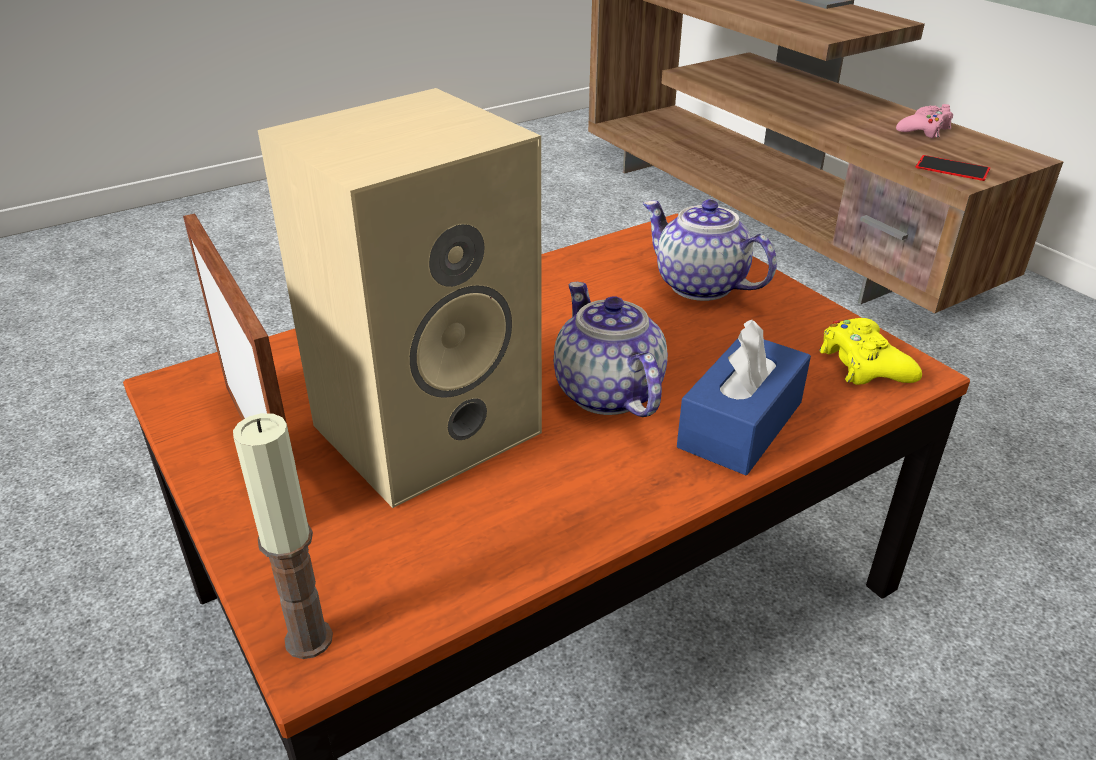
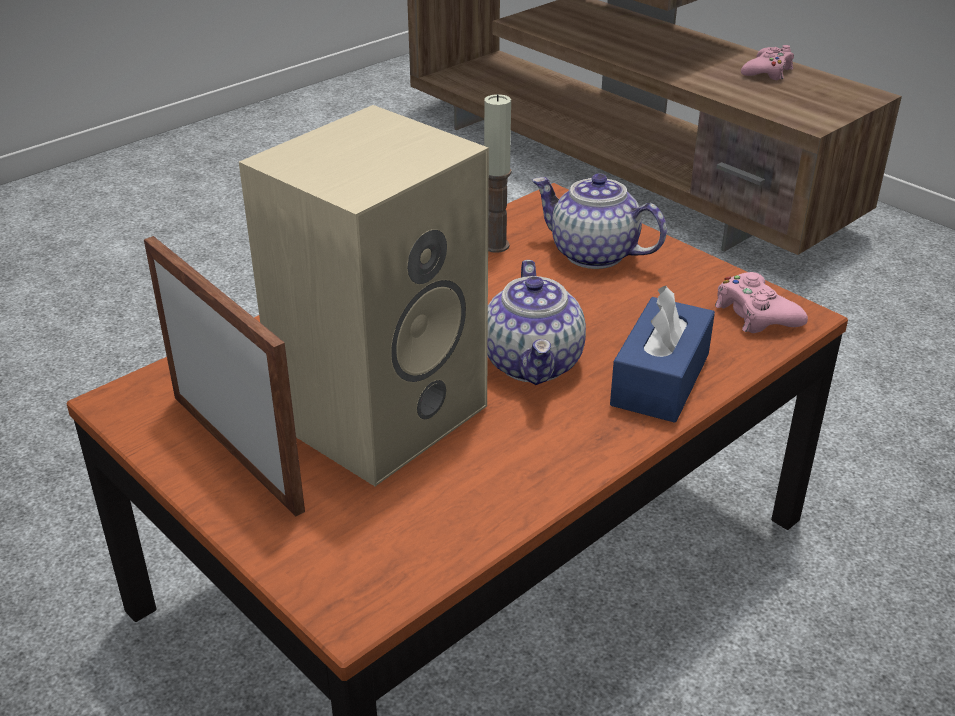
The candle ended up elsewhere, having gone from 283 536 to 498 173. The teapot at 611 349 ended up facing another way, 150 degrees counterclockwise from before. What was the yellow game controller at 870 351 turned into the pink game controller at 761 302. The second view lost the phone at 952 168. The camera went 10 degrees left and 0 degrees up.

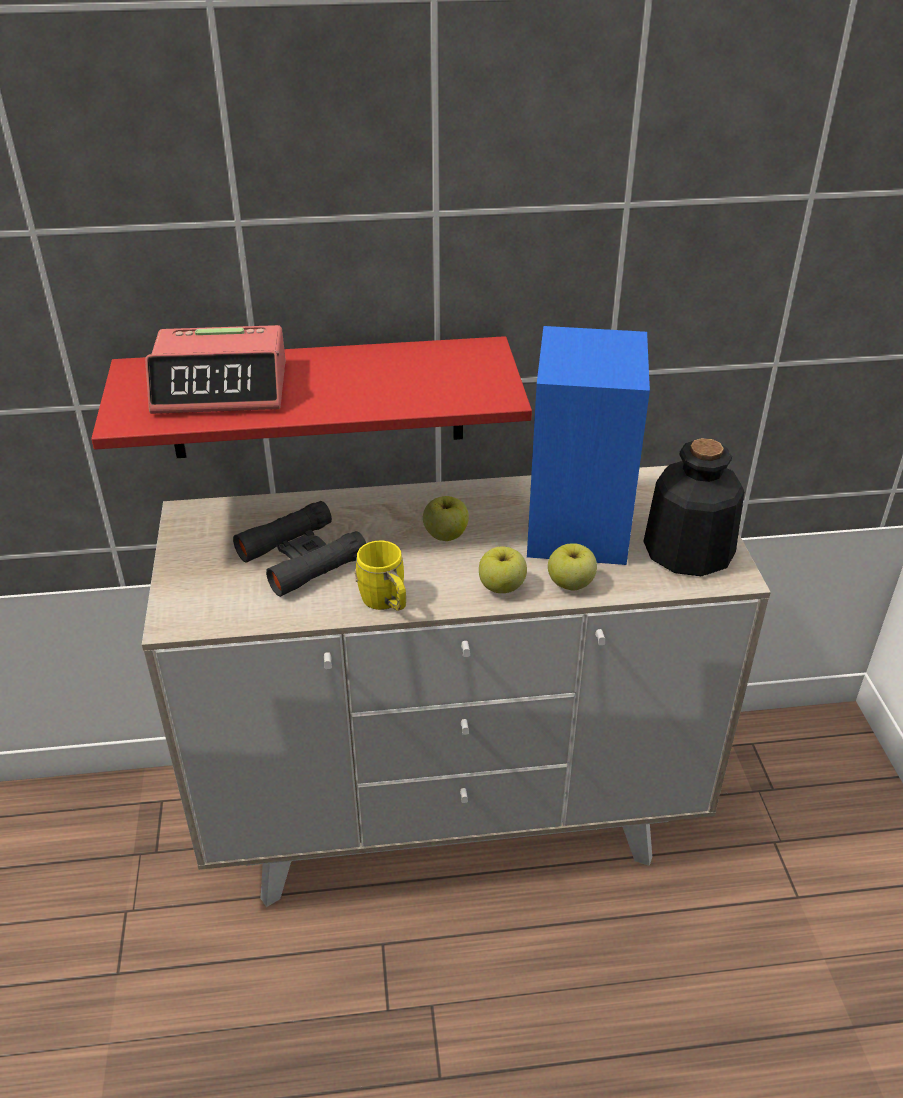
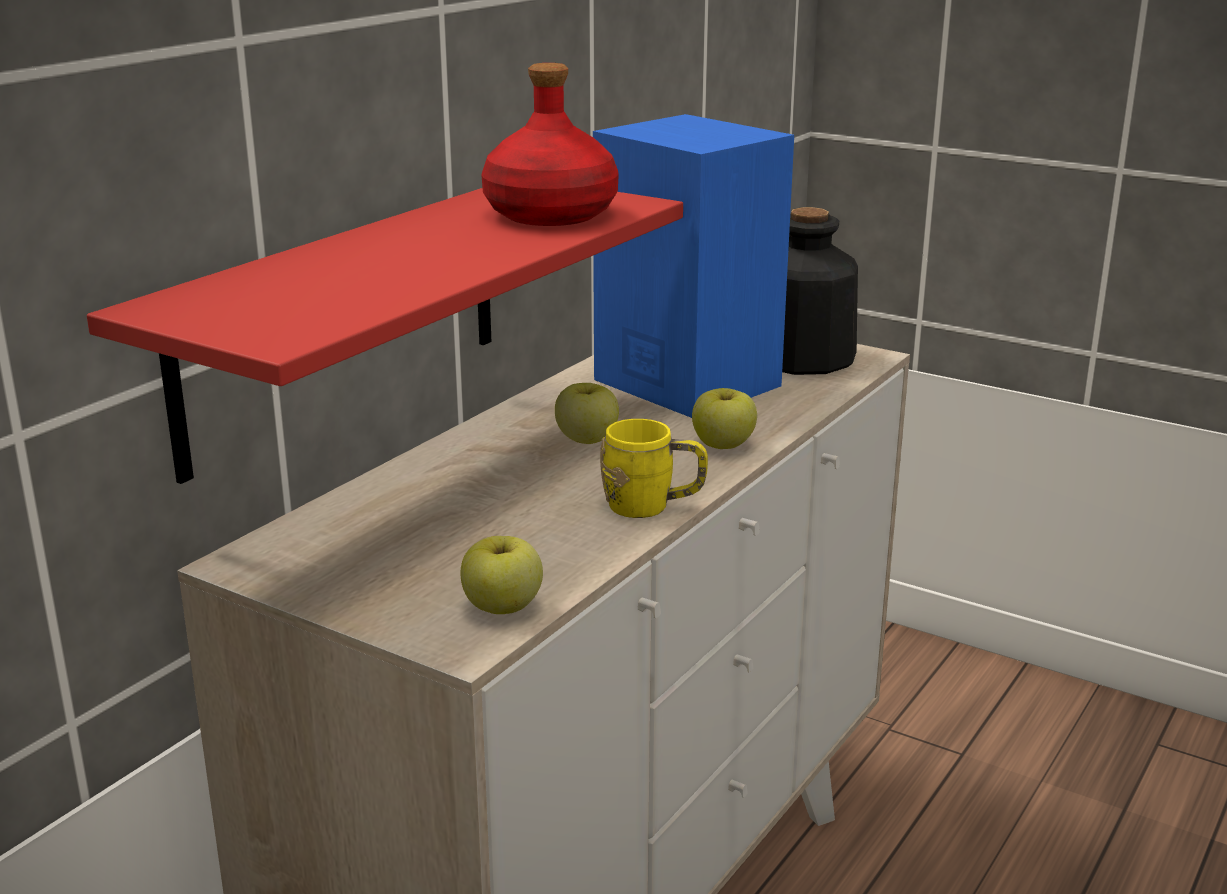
The second view lost the alarm clock at 215 369. The second view lost the black binoculars at 299 549. The apple ended up elsewhere, having gone from 572 567 to 501 575. The second view gained the red bottle at 550 144. The camera went 50 degrees left and 15 degrees down.

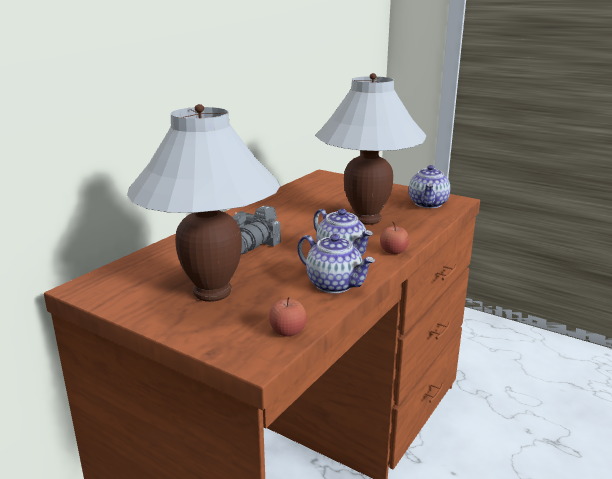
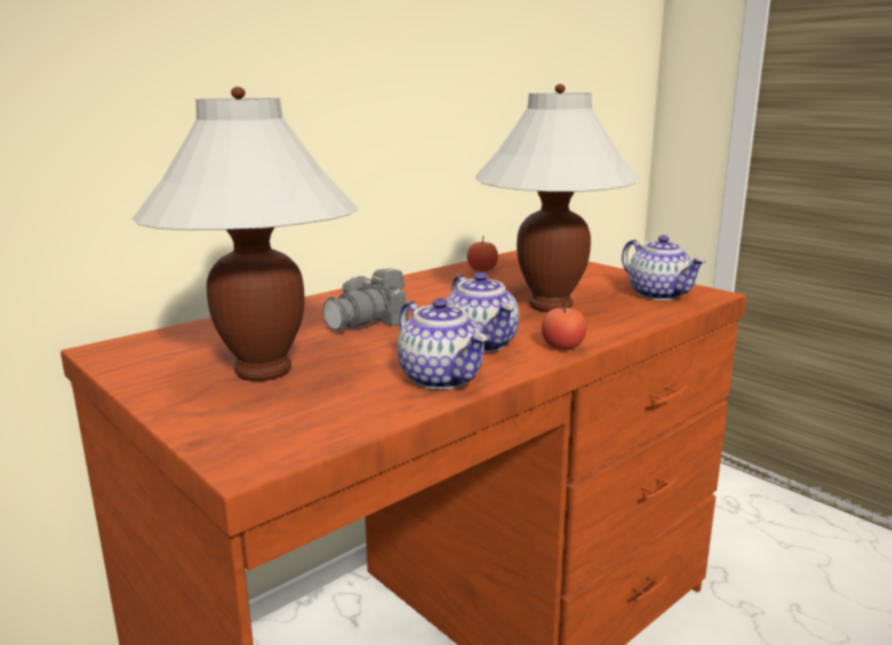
The apple ended up elsewhere, having gone from 288 316 to 482 253. The teapot at 429 186 ended up facing another way, 60 degrees counterclockwise from before. The camera went 15 degrees right and 5 degrees down.

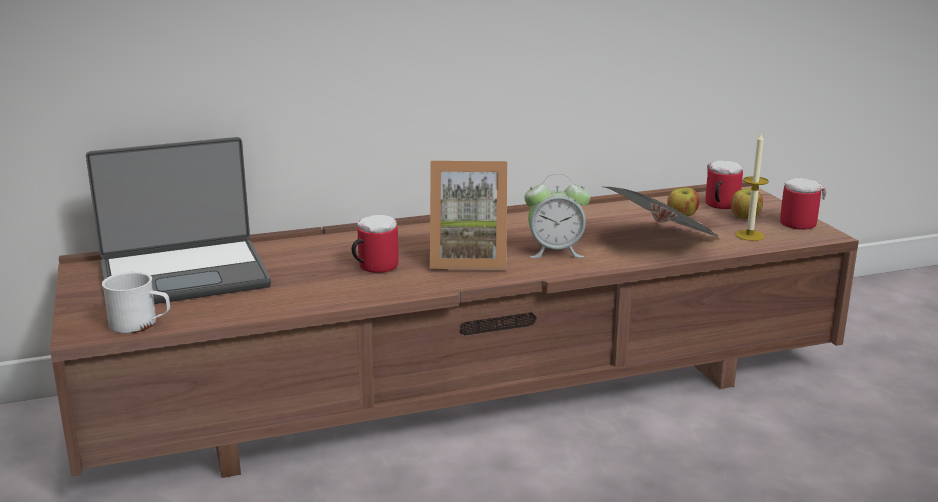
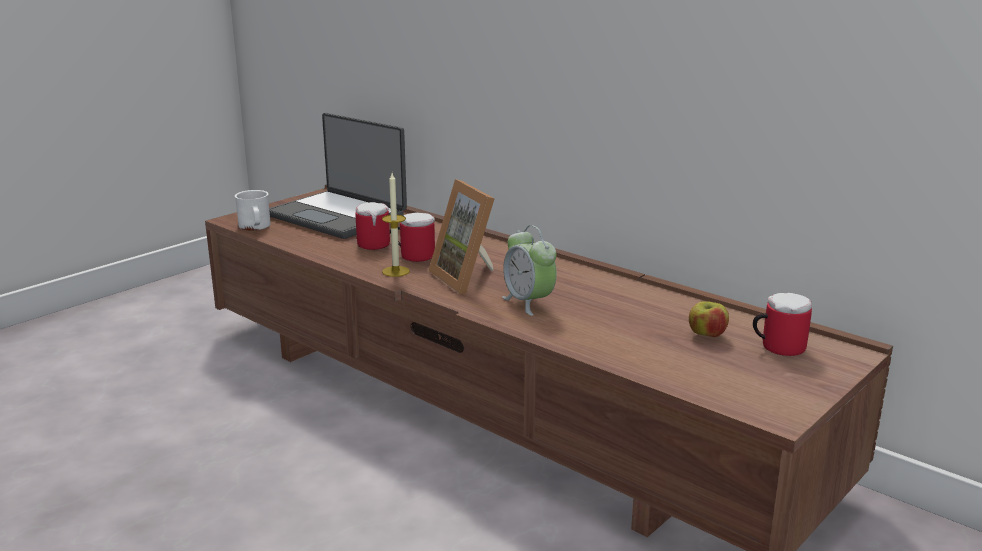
The second view lost the newspaper at 663 211. The second view lost the apple at 746 203. The candle ended up elsewhere, having gone from 752 187 to 396 225. The mug ended up elsewhere, having gone from 803 204 to 373 226. The camera went 60 degrees right and 0 degrees up.

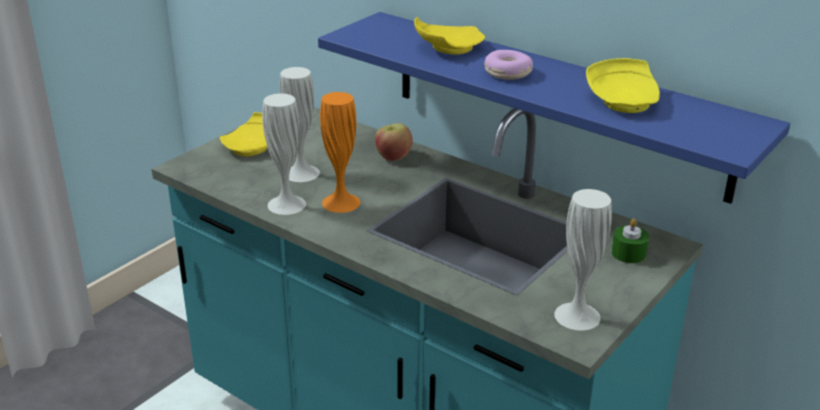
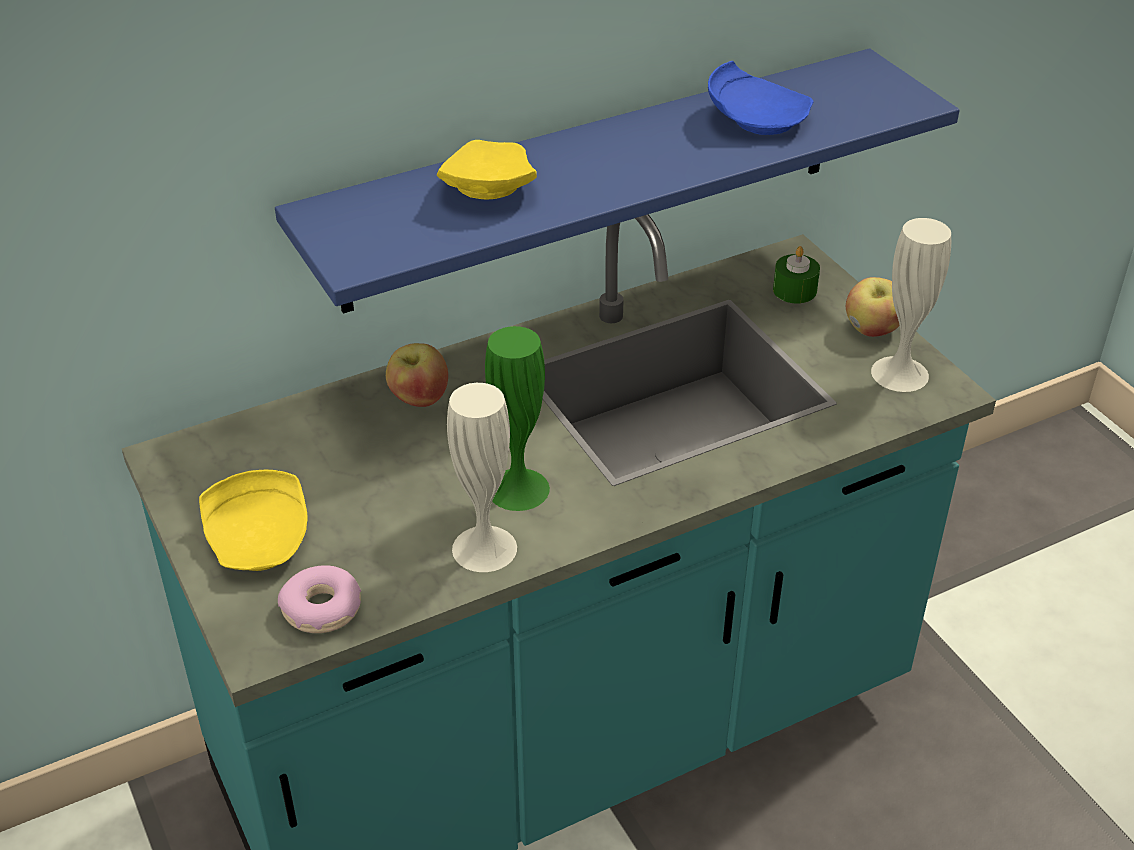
The second view lost the white vase at 299 124. What was the orange vase at 340 152 turned into the green vase at 517 418. The donut ended up elsewhere, having gone from 508 65 to 319 599. What was the yellow plate at 623 85 turned into the blue plate at 761 98. The second view gained the apple at 873 307. The camera went 65 degrees left and 10 degrees up.

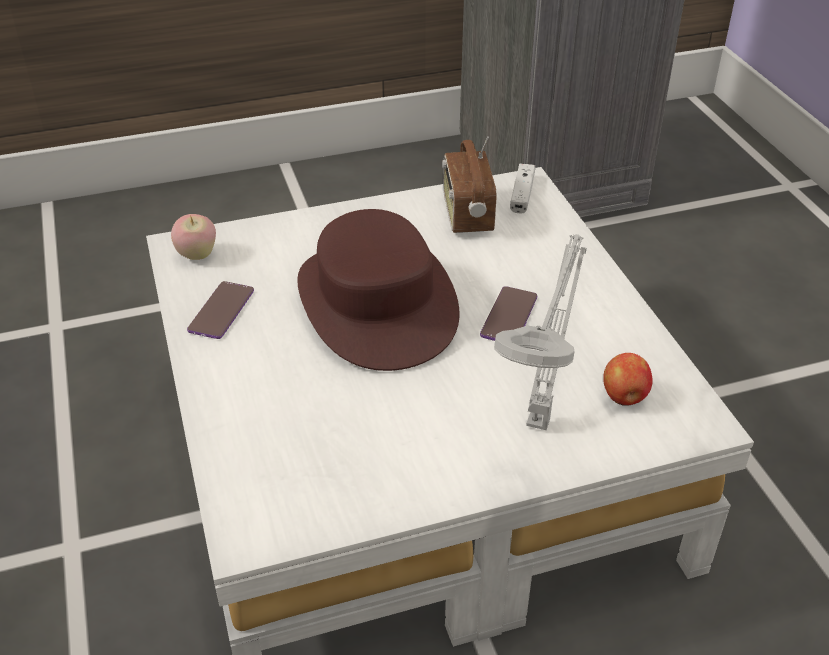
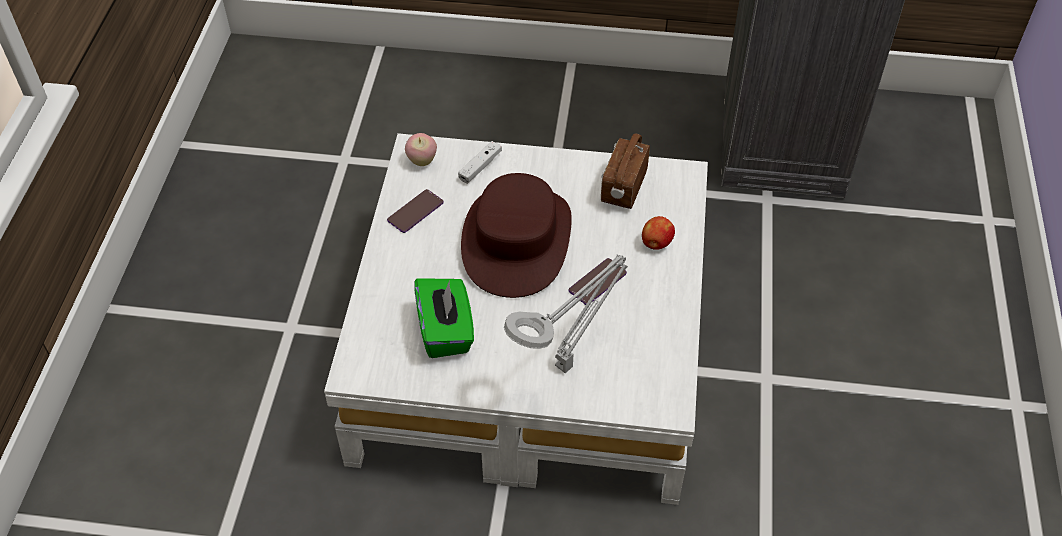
The white game controller ended up elsewhere, having gone from 522 188 to 480 162. The apple ended up elsewhere, having gone from 628 379 to 658 233. The second view gained the green tissue box at 444 318. The camera went 25 degrees right and 10 degrees up.

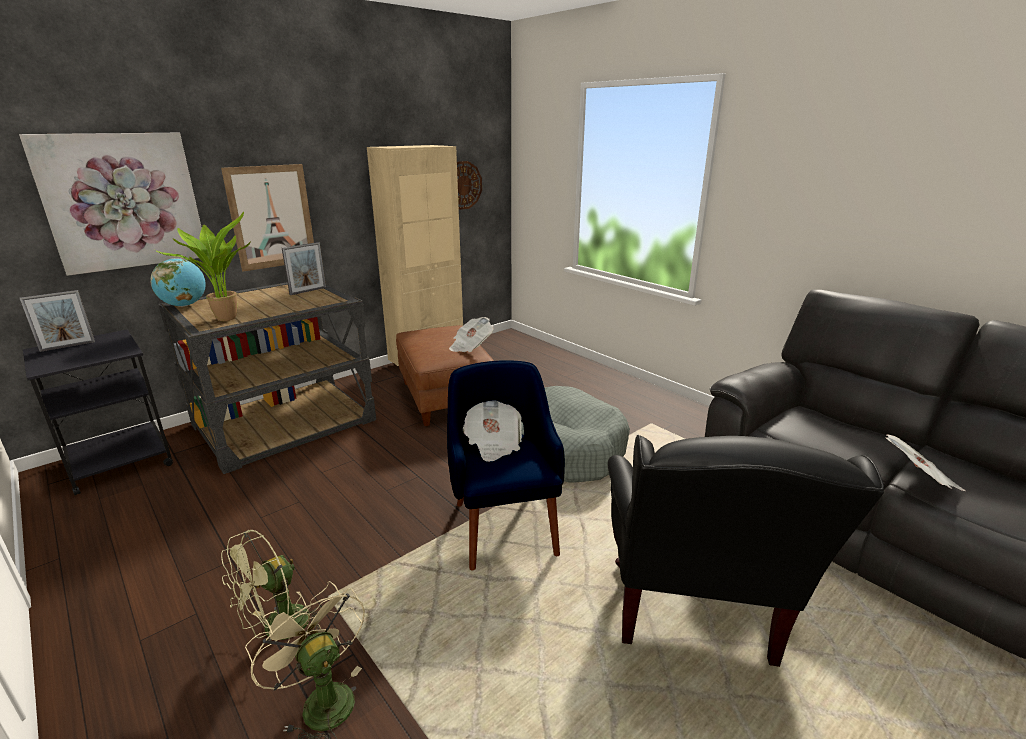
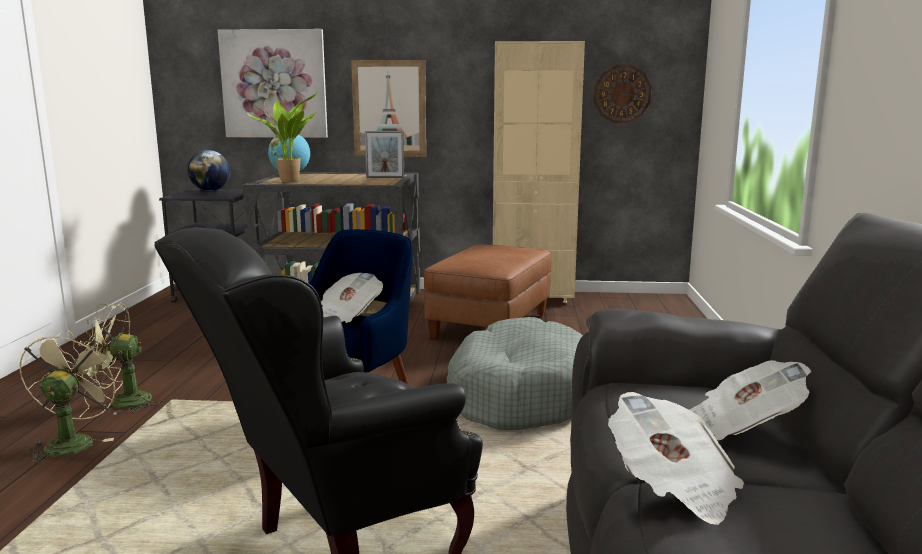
Where the picture frame stood at 57 321, the globe came to stand at 209 170. The newspaper ended up elsewhere, having gone from 471 334 to 750 400. The camera went 45 degrees right and 10 degrees down.

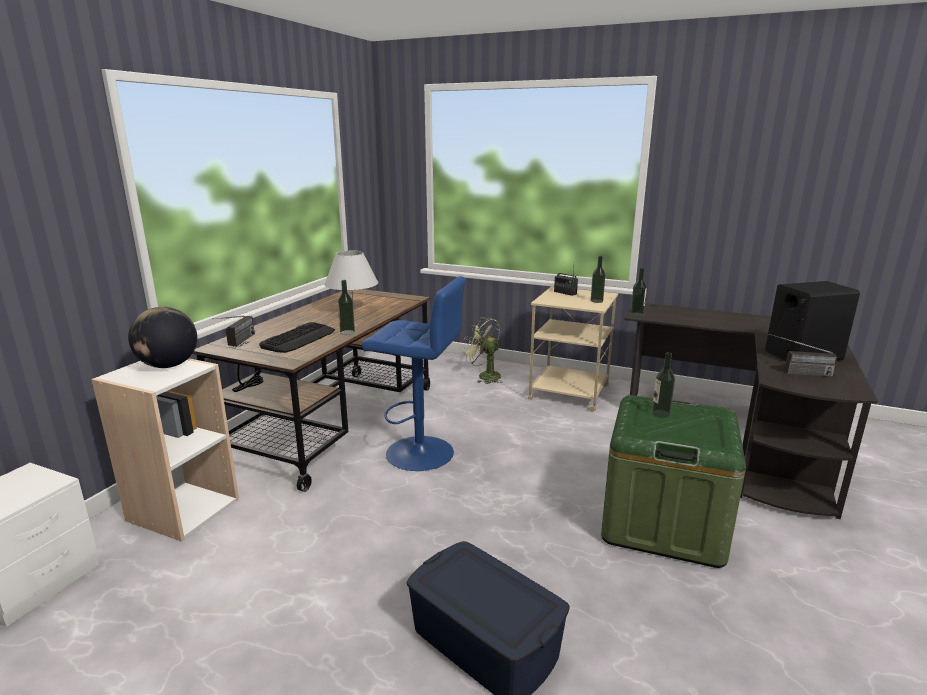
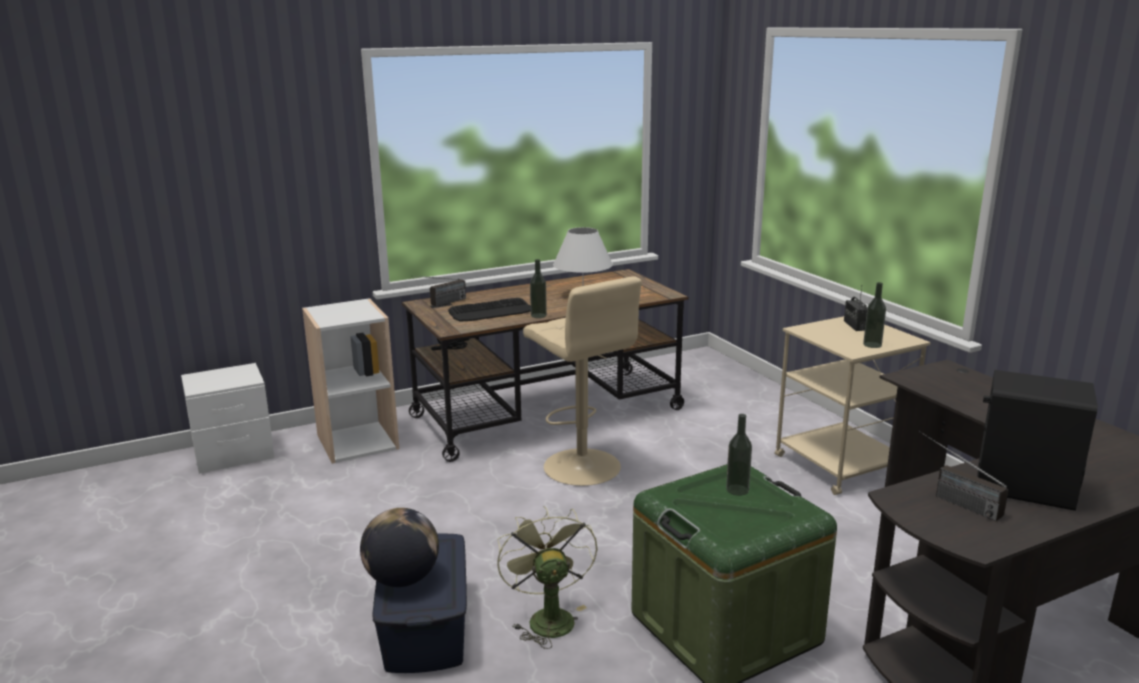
The globe ended up elsewhere, having gone from 162 337 to 399 547. What was the blue stool at 414 373 turned into the beige stool at 582 381. The green fan ended up elsewhere, having gone from 482 350 to 547 577. The second view lost the bottle at 639 292. The camera went 40 degrees right and 0 degrees up.

